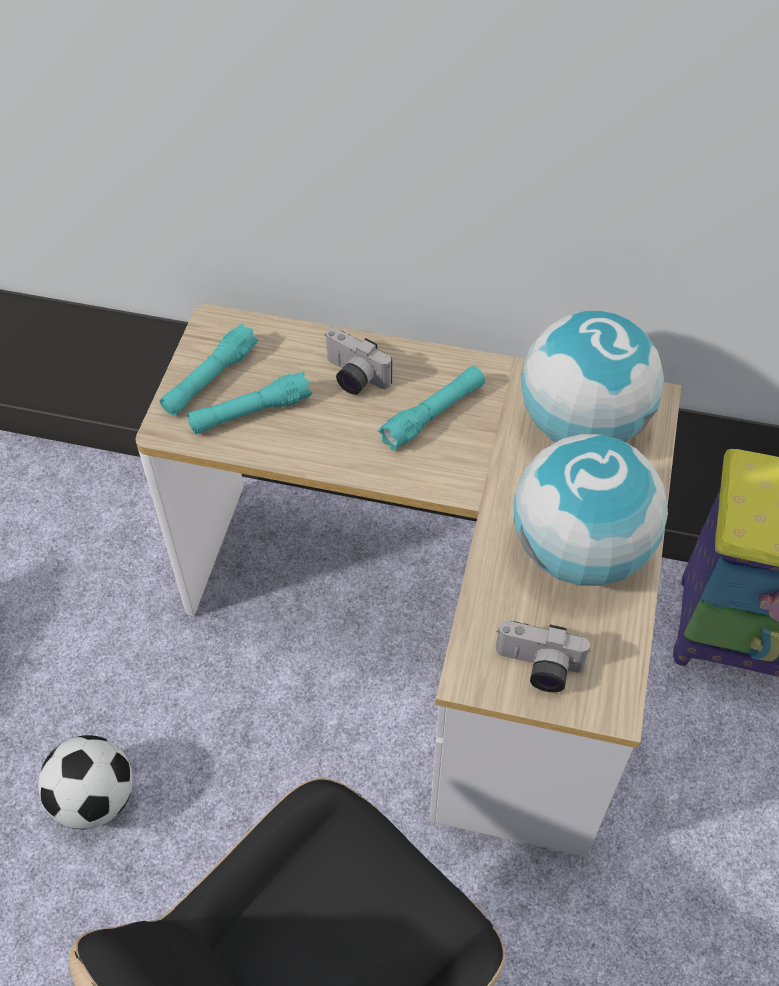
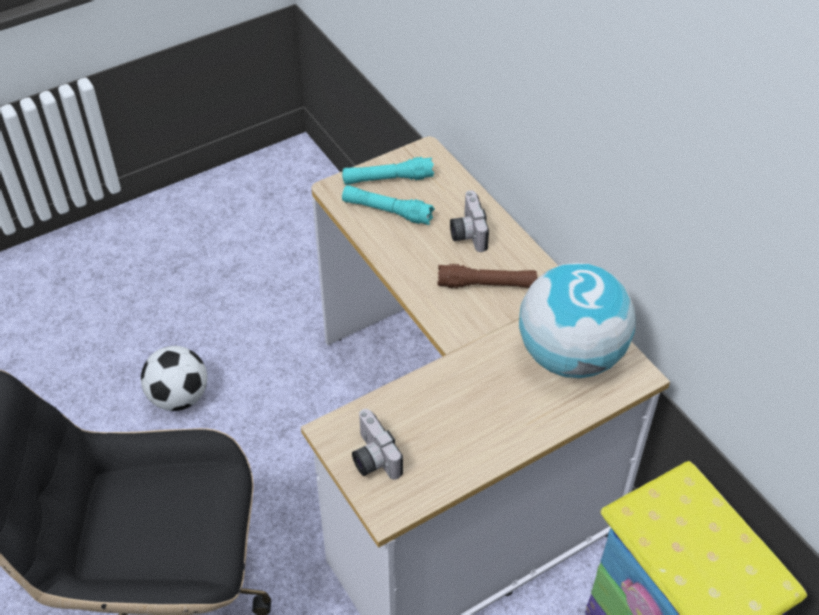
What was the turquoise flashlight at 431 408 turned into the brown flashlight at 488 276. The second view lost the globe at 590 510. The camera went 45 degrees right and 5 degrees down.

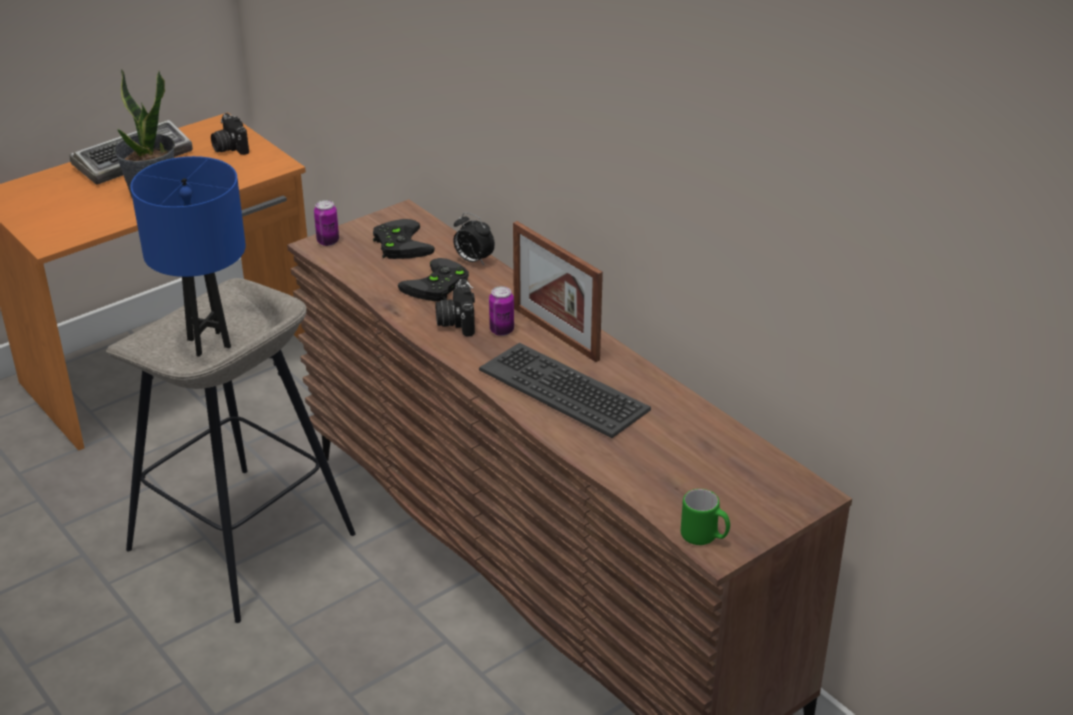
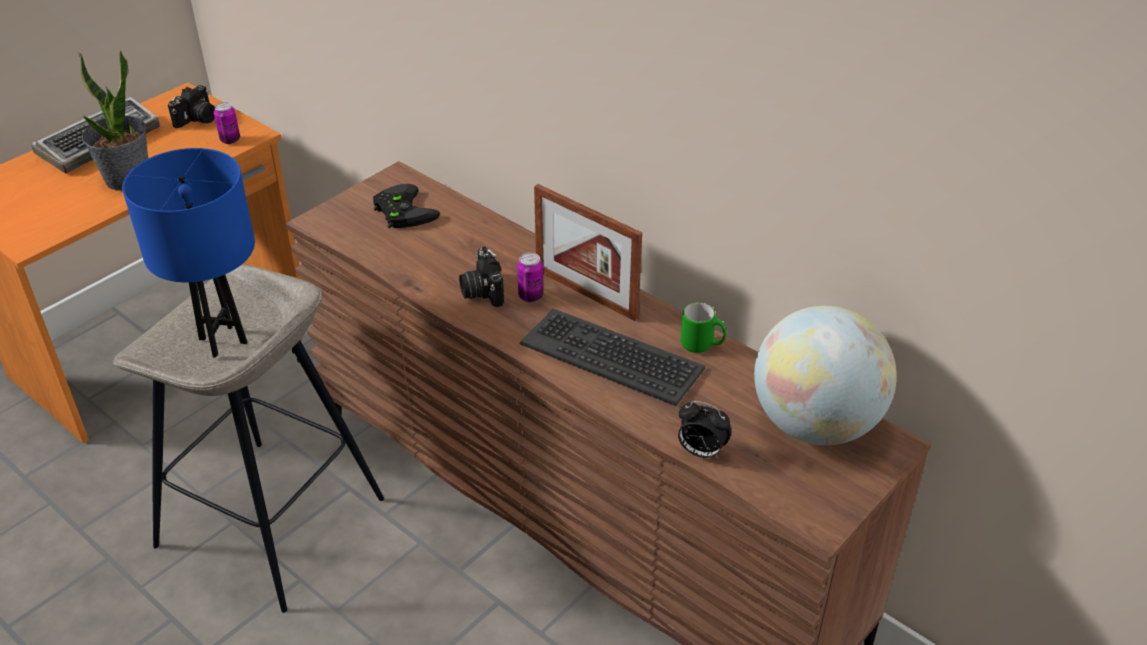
The photo camera at 230 134 ended up facing another way, 105 degrees counterclockwise from before. The can ended up elsewhere, having gone from 326 223 to 227 123. The second view lost the black game controller at 433 280. The alarm clock ended up elsewhere, having gone from 474 238 to 705 430. The green mug ended up elsewhere, having gone from 705 517 to 704 327. The second view gained the globe at 825 375. The camera went 10 degrees left and 5 degrees up.

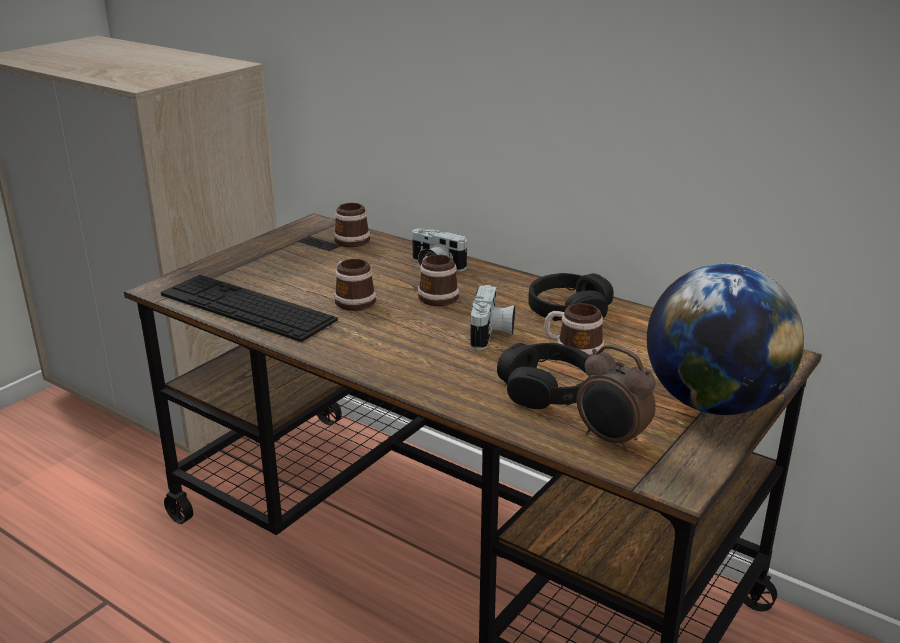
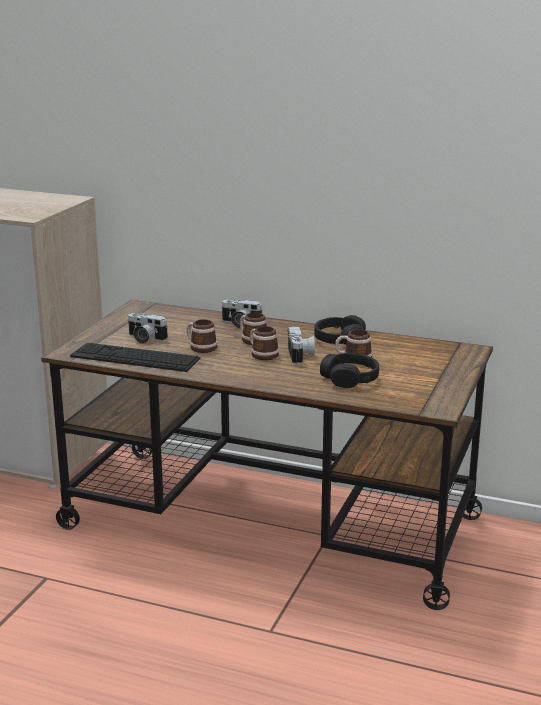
The mug ended up elsewhere, having gone from 352 225 to 264 343. The second view lost the alarm clock at 616 398. The second view lost the globe at 725 339. The second view gained the photo camera at 148 328. The camera went 15 degrees left and 5 degrees down.

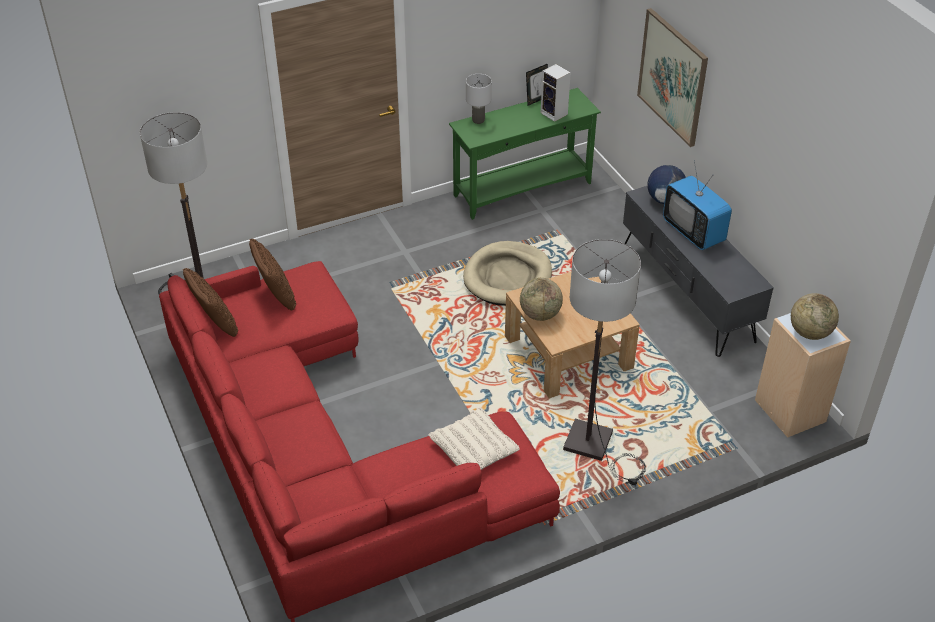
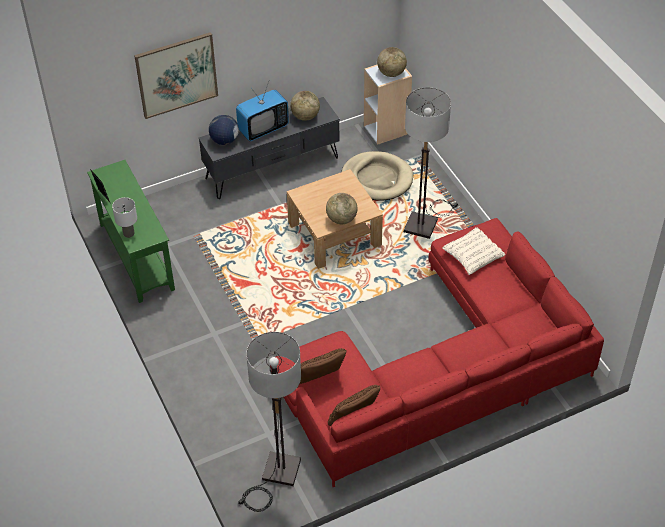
The beige dog bed ended up elsewhere, having gone from 507 273 to 377 176. The second view lost the speaker at 556 93. The second view gained the globe at 305 106. The camera went 90 degrees left and 5 degrees up.

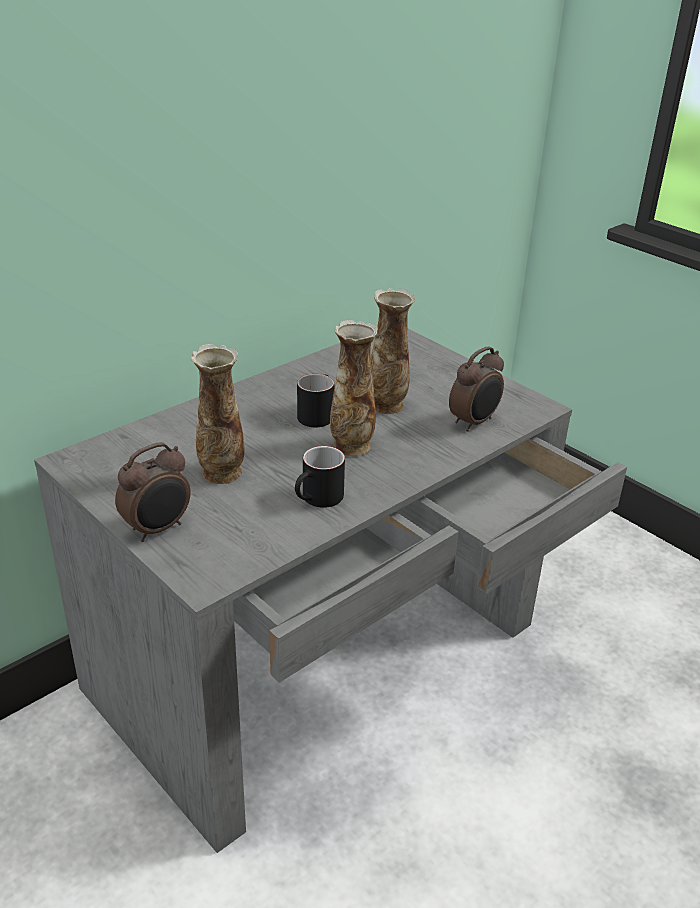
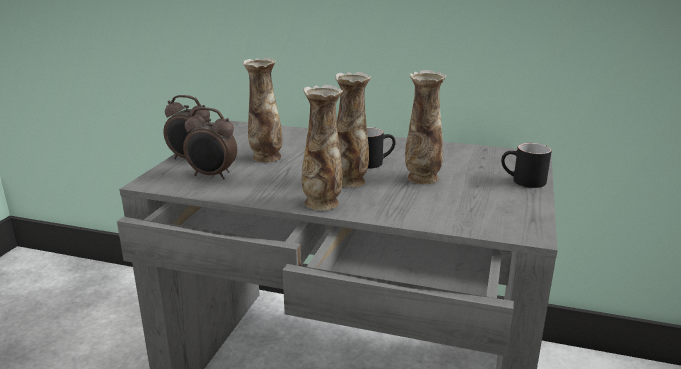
The black mug ended up elsewhere, having gone from 320 477 to 526 165. The alarm clock ended up elsewhere, having gone from 476 389 to 210 143. The second view gained the vase at 322 148. The camera went 60 degrees right and 10 degrees down.

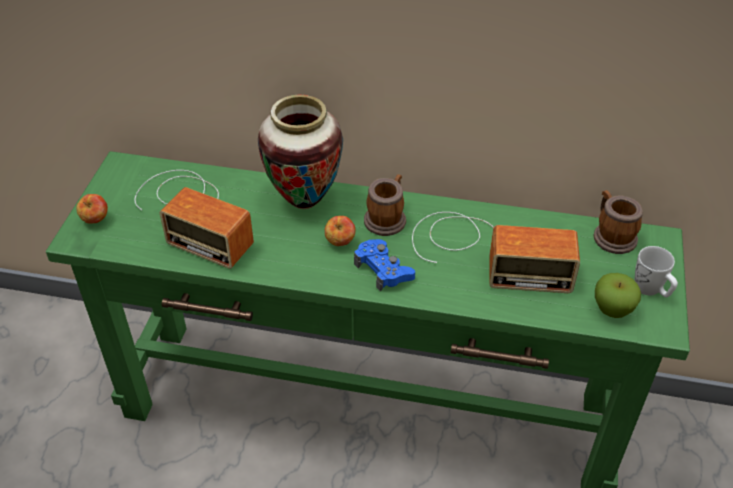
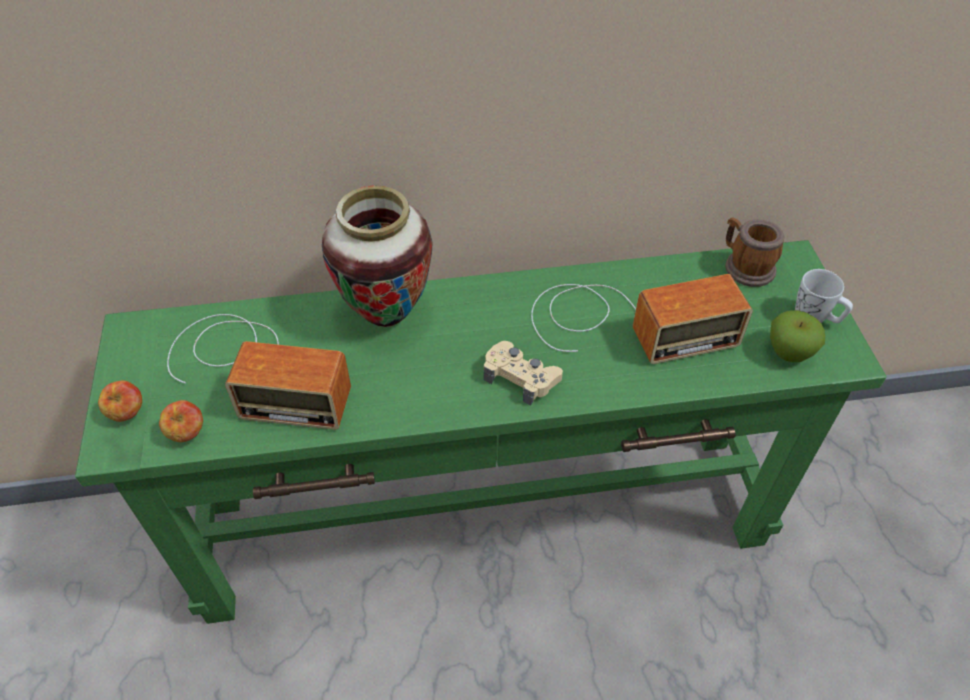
The apple ended up elsewhere, having gone from 340 231 to 181 421. What was the blue game controller at 384 265 turned into the beige game controller at 523 373. The second view lost the mug at 385 205. The camera went 20 degrees left and 5 degrees up.

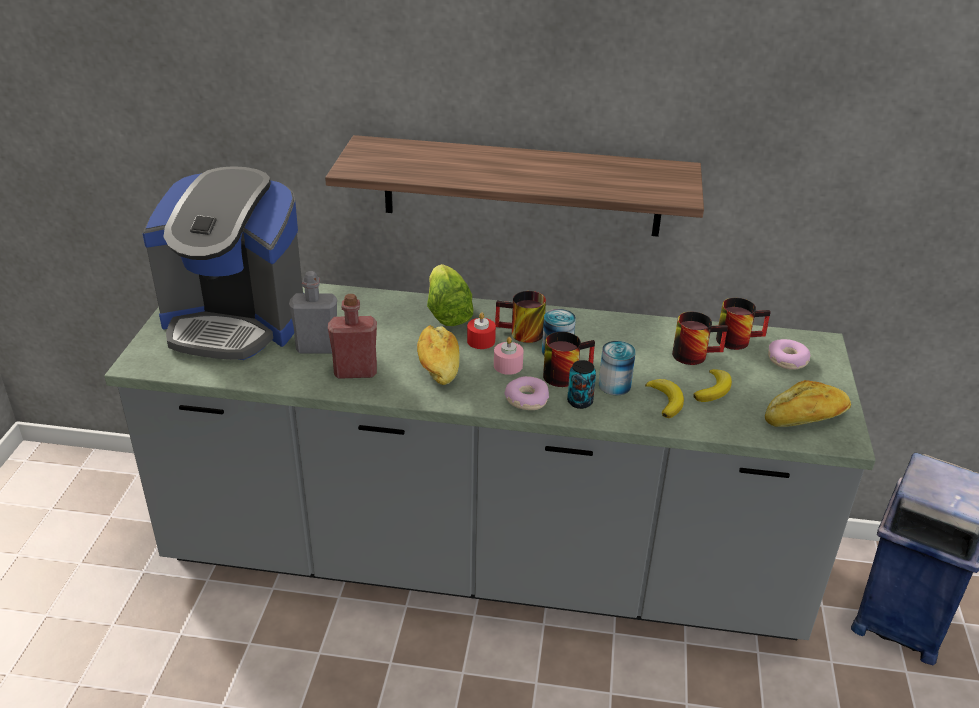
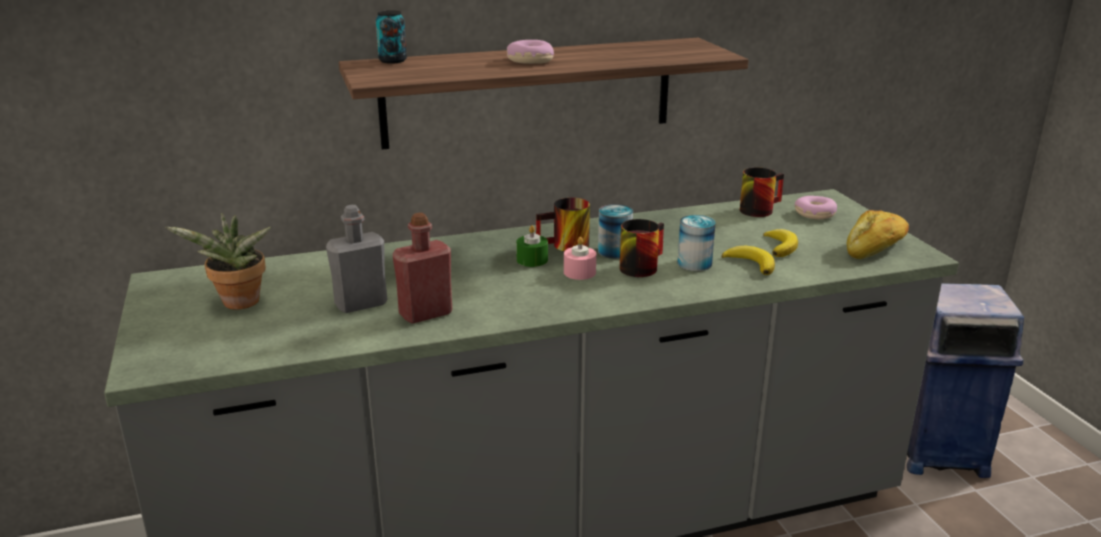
Where the coffee machine stood at 222 263, the potted plant came to stand at 218 261. The second view lost the bread at 438 355. The second view lost the lettuce at 450 295. What was the red candle at 481 330 turned into the green candle at 532 246. The donut ended up elsewhere, having gone from 527 393 to 530 52. The can ended up elsewhere, having gone from 581 384 to 391 37. The second view lost the mug at 700 338. The camera went 25 degrees left and 10 degrees down.

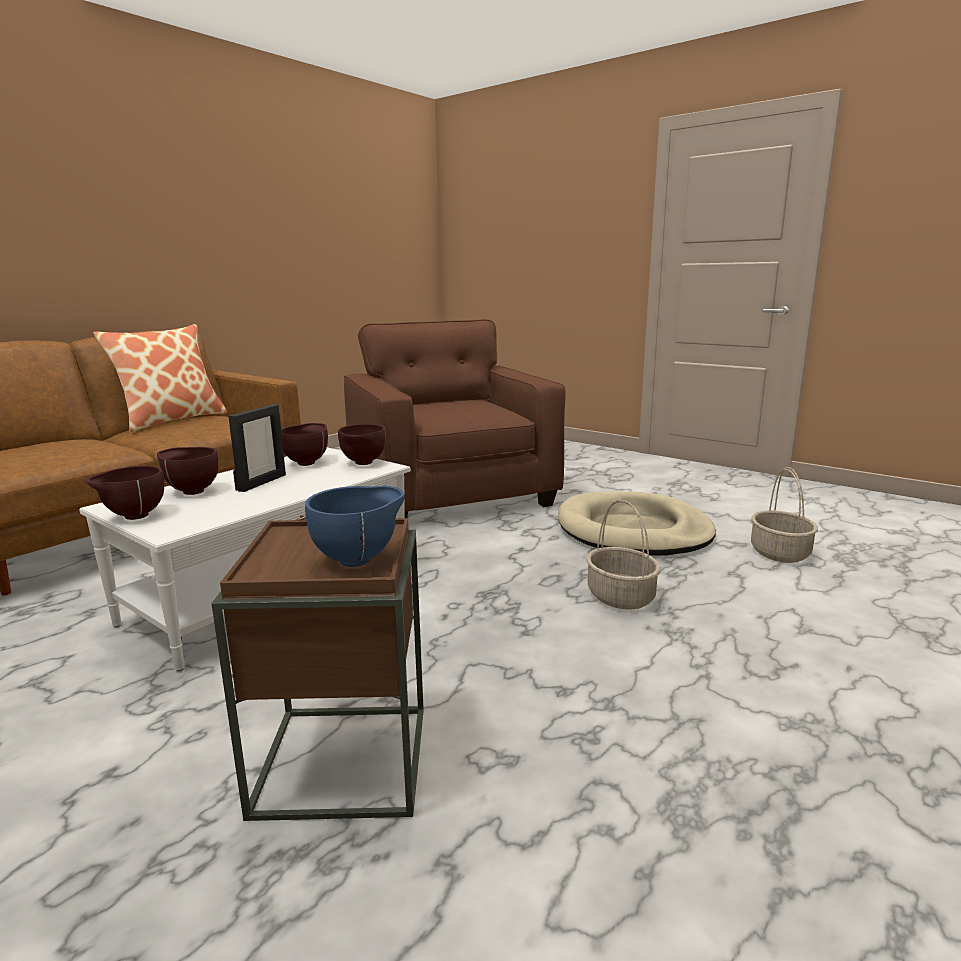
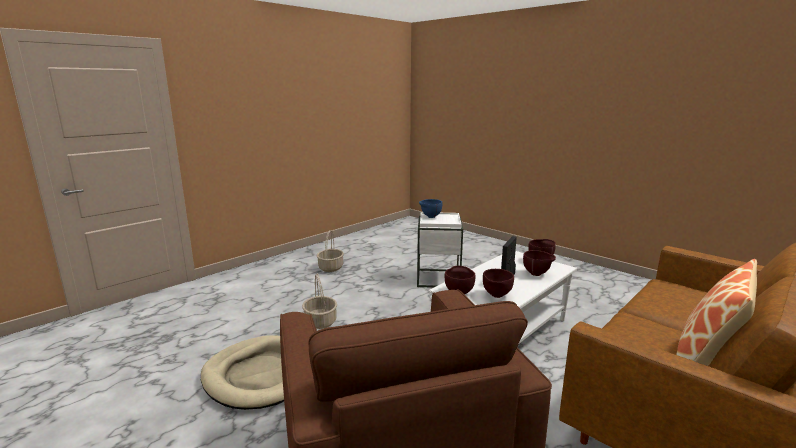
What was the brown side table at 317 669 turned into the white side table at 440 250. The basket ended up elsewhere, having gone from 784 515 to 330 251. The camera went 175 degrees left and 0 degrees up.

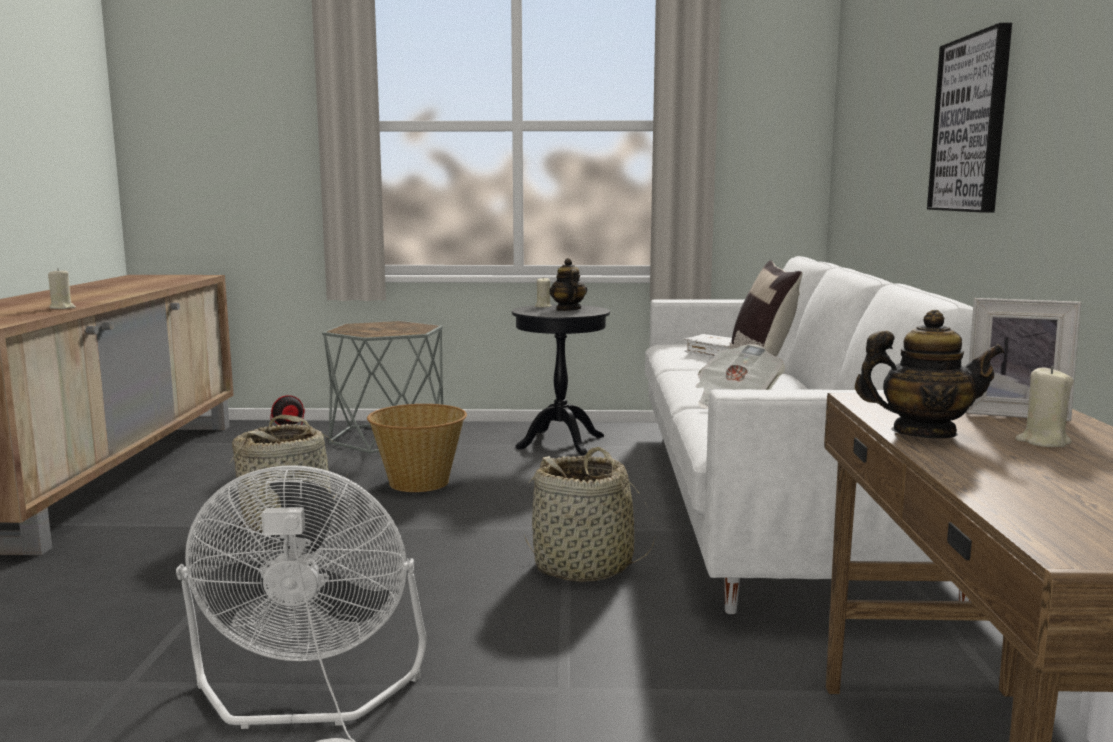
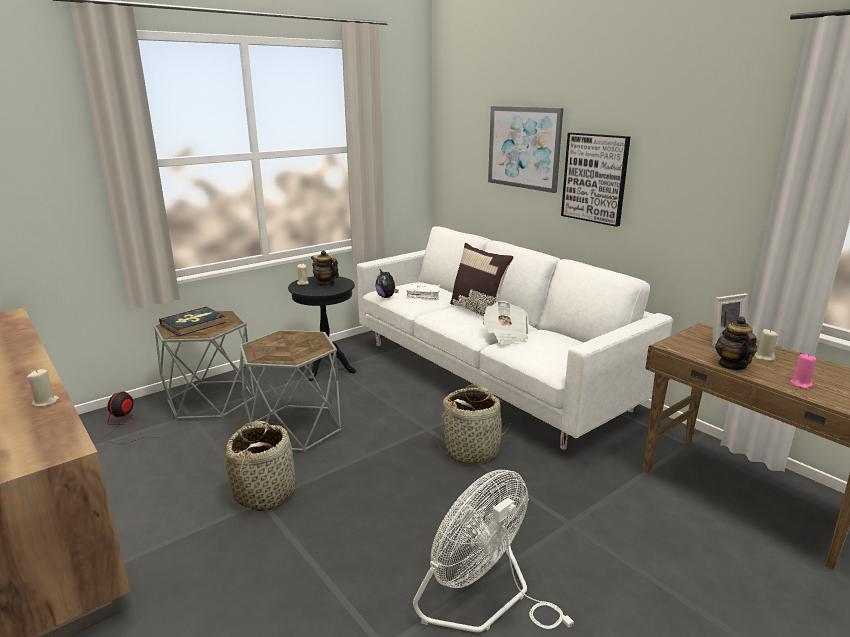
Where the basket stood at 417 448, the grey side table came to stand at 290 391. The teapot at 929 374 ended up facing another way, 60 degrees counterclockwise from before. The second view gained the book at 192 321. The second view gained the plush toy at 386 283. The second view gained the picture at 525 149. The second view gained the pink candle at 803 371. The camera went 40 degrees left and 10 degrees up.

